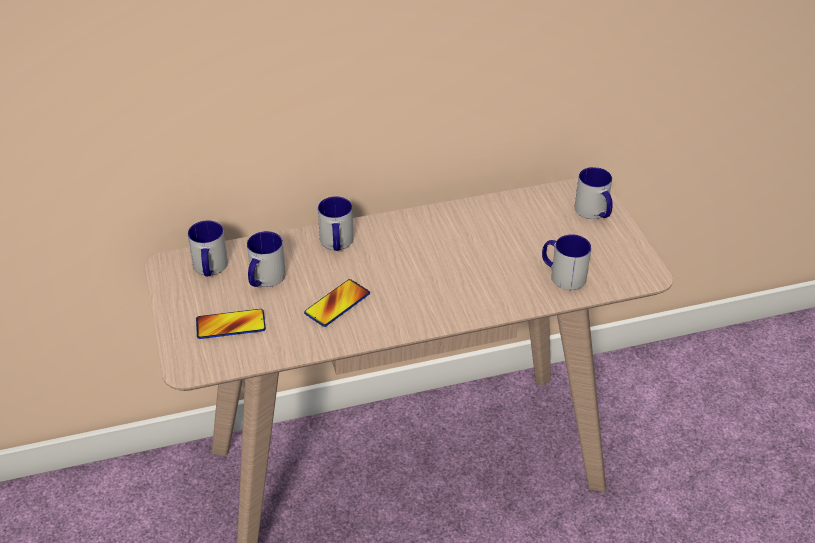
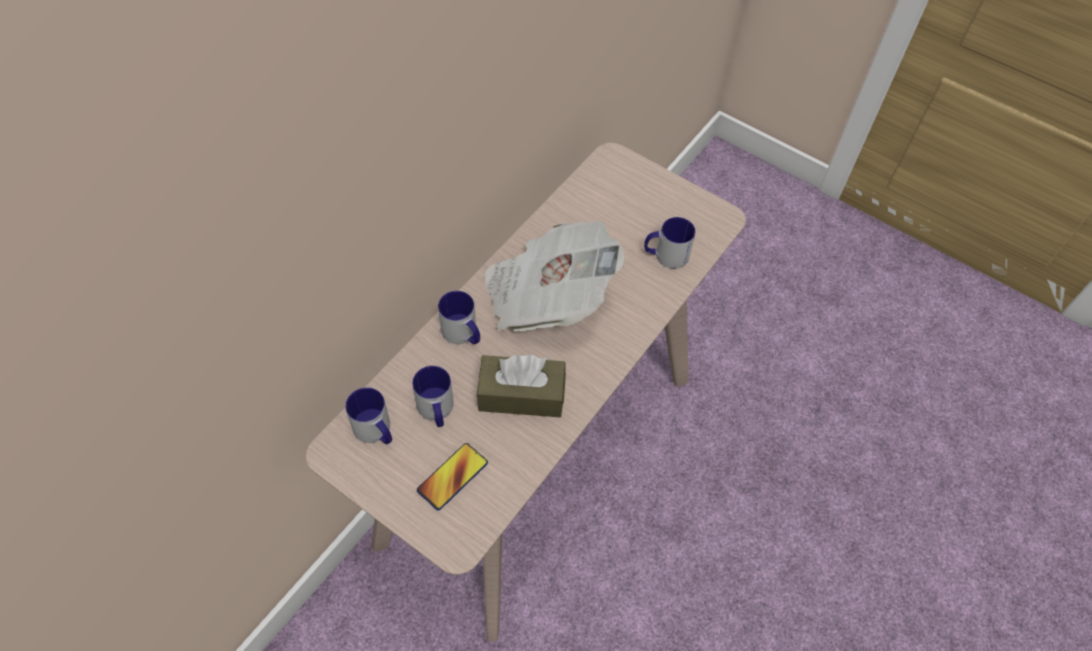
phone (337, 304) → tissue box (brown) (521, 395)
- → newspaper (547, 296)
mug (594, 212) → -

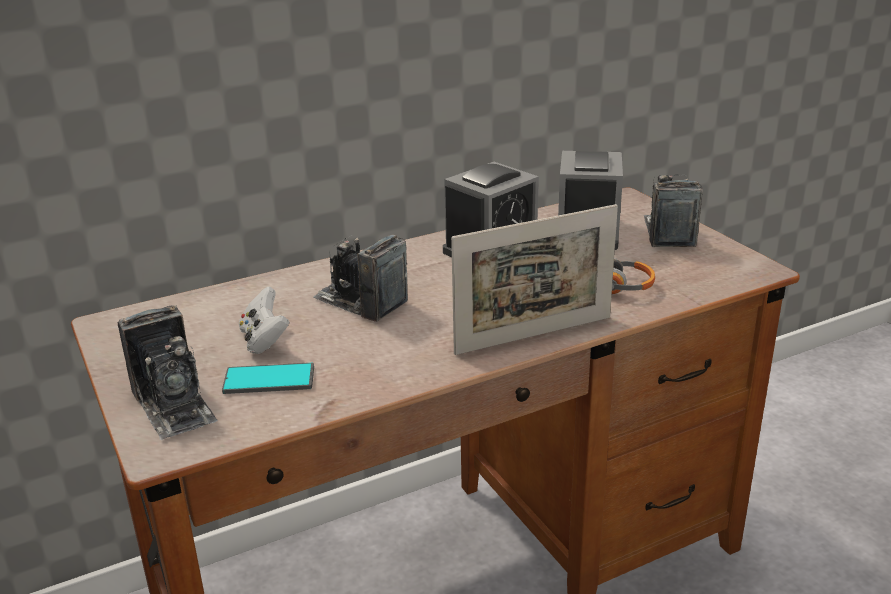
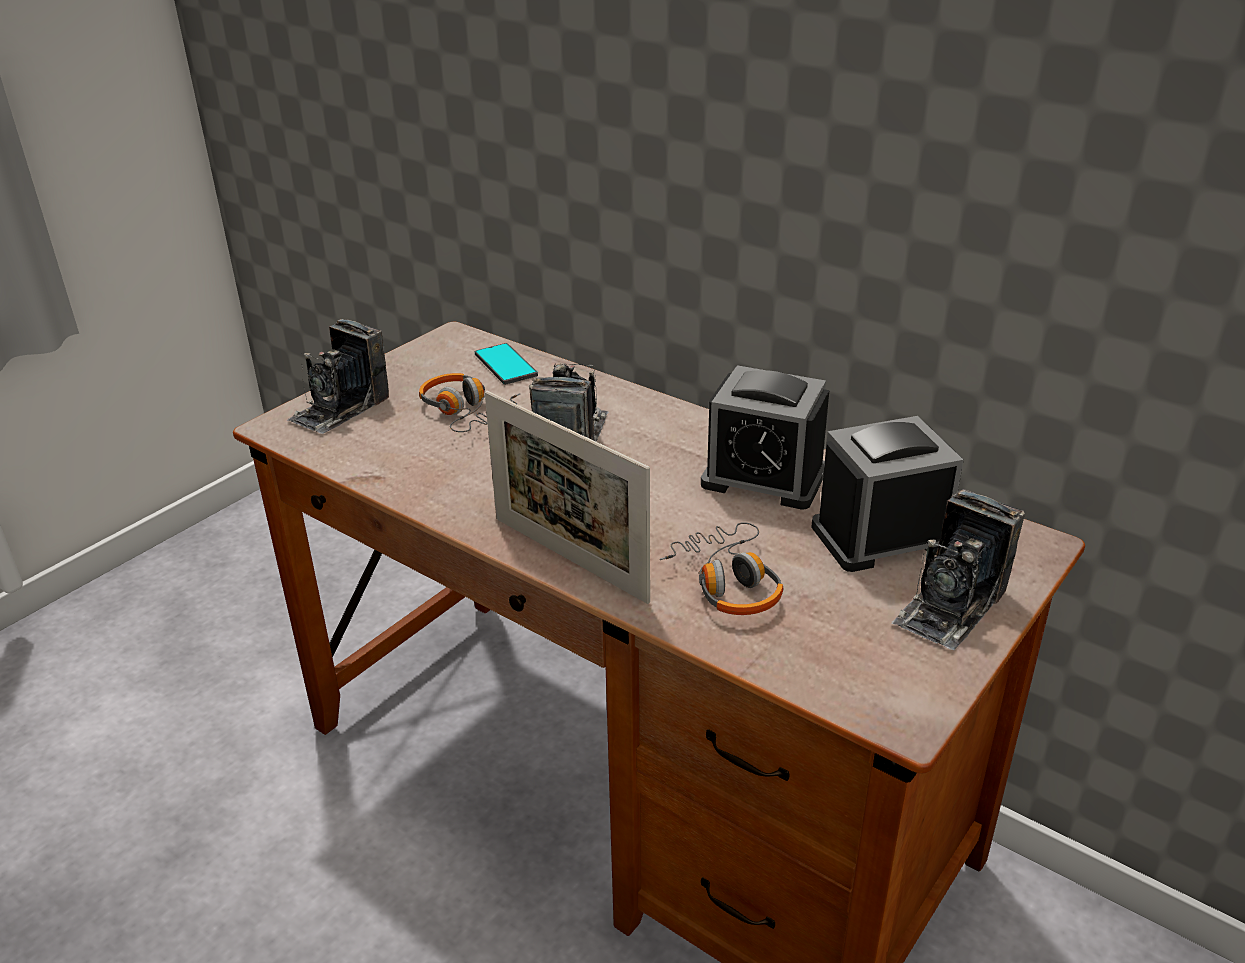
game controller (white) (264, 340) → headphones (465, 412)
phone (269, 379) → phone (506, 365), move
photo camera (668, 232) → photo camera (950, 606), 150 degrees clockwise

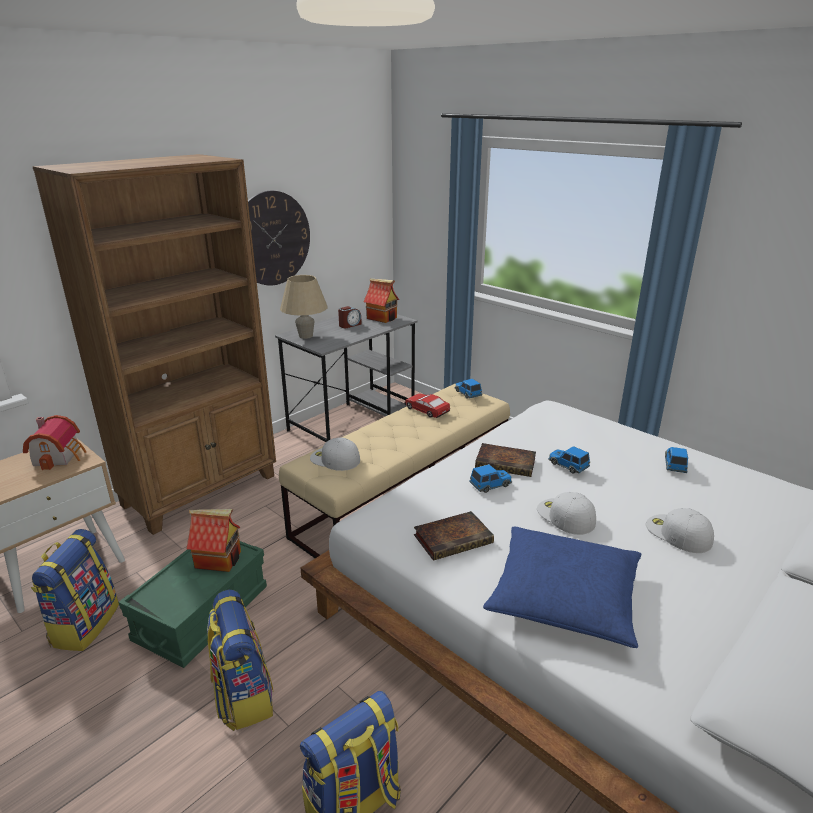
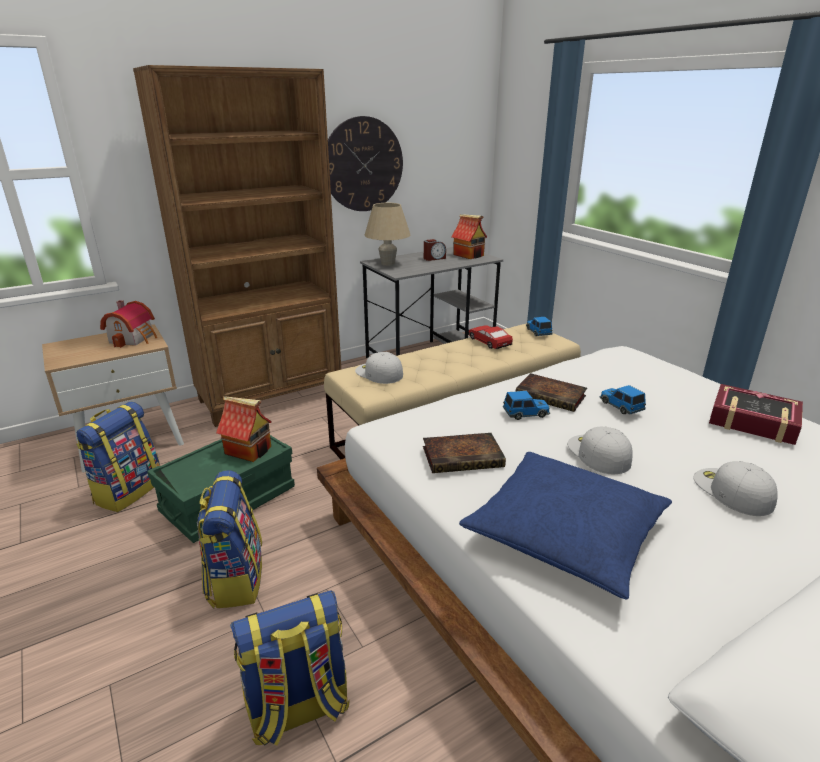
toy car (674, 465) → book (752, 421)

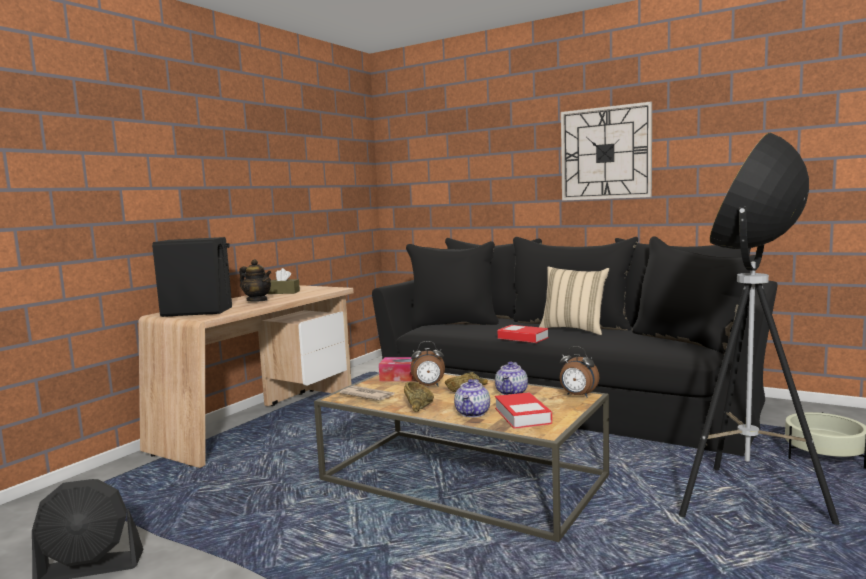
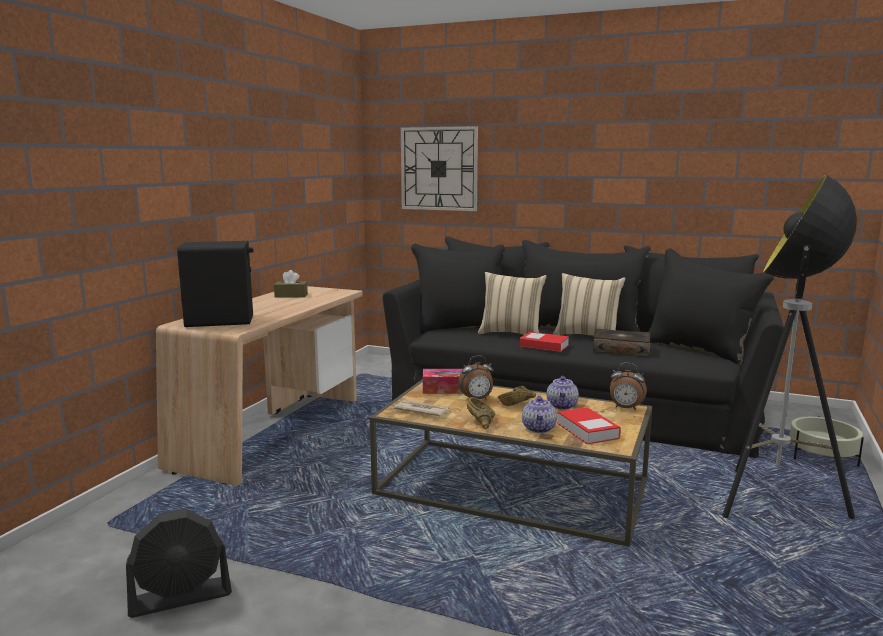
wall clock (605, 153) → wall clock (439, 169), move
- → pillow (beige) (511, 333)
- → book (621, 350)
teapot (257, 300) → -

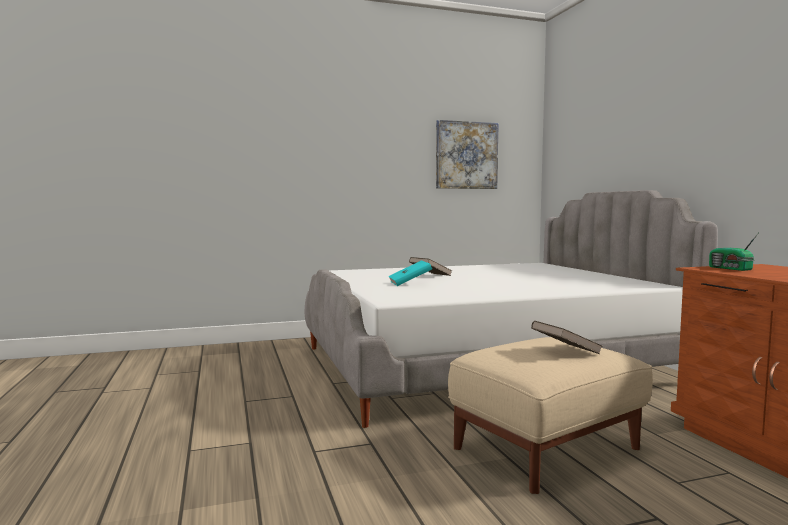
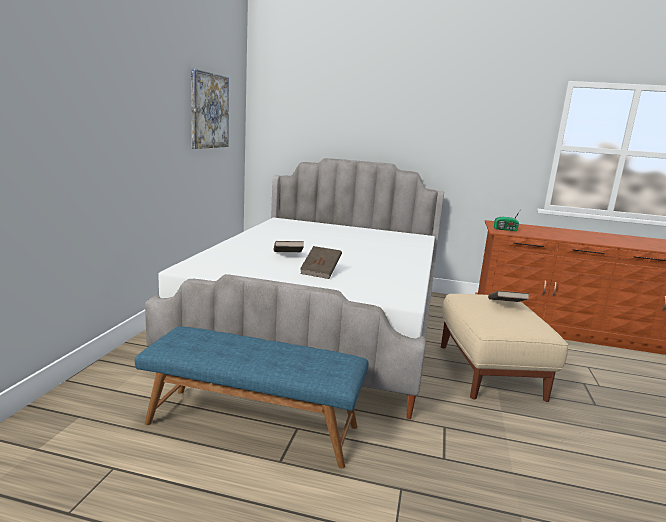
- → bench (blue) (253, 424)
book (turquoise) (409, 283) → book (brown) (320, 272)

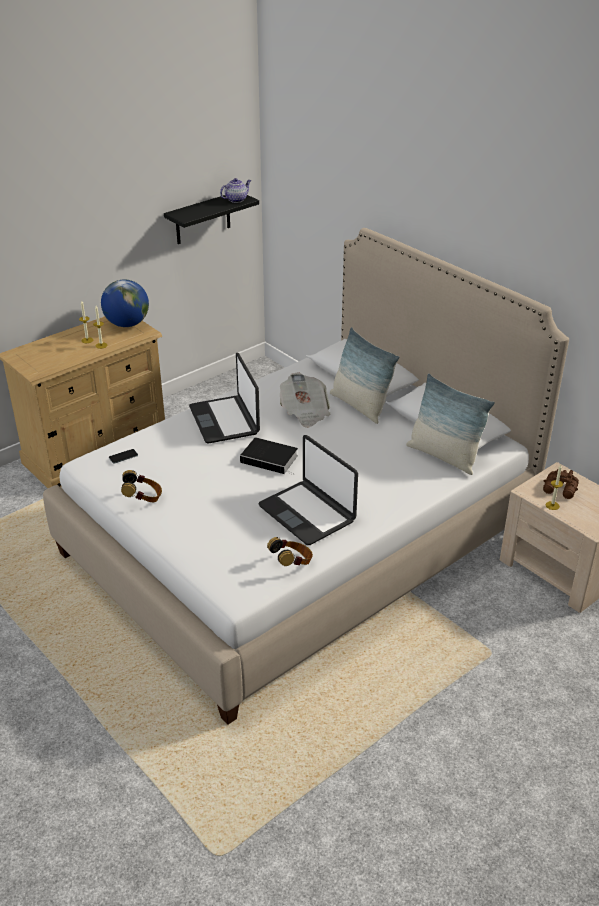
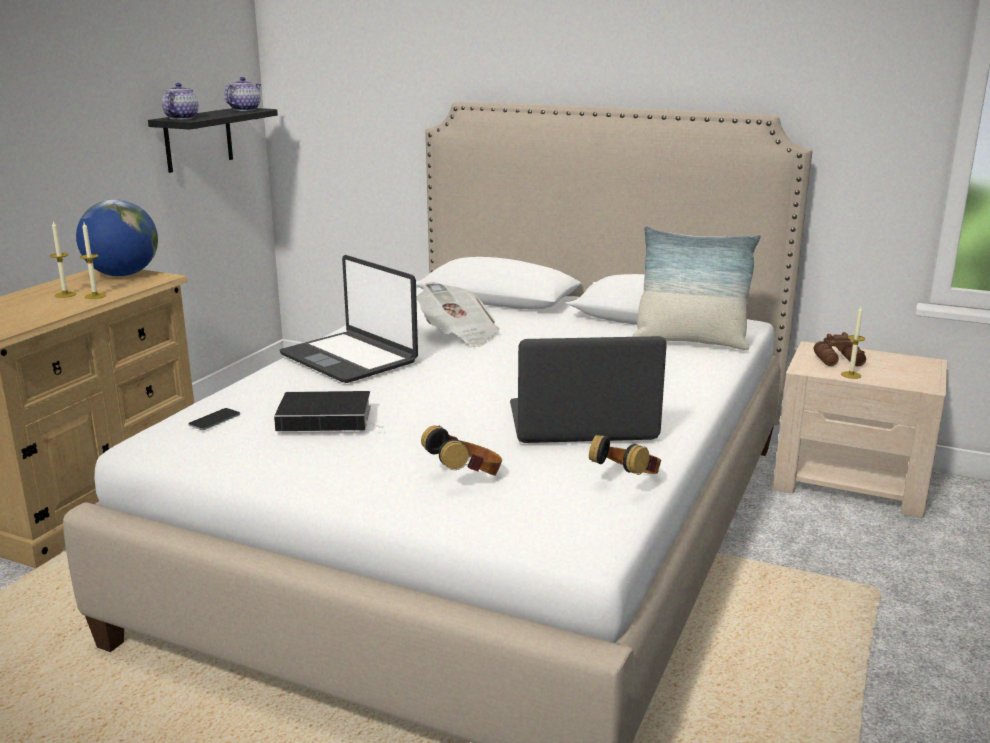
- → teapot (181, 118)
book (271, 459) → book (328, 417), move
headphones (143, 498) → headphones (465, 477), move
laptop (307, 513) → laptop (582, 424), 150 degrees clockwise
pillow (360, 406) → -

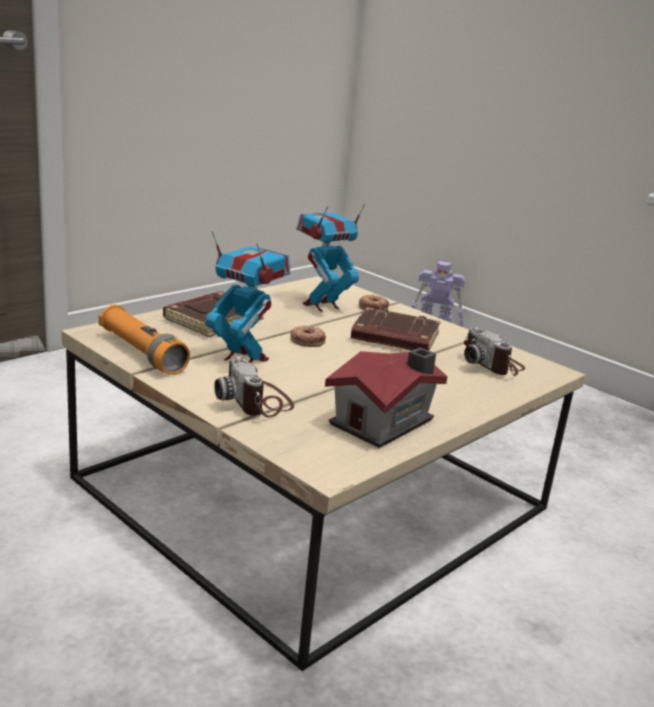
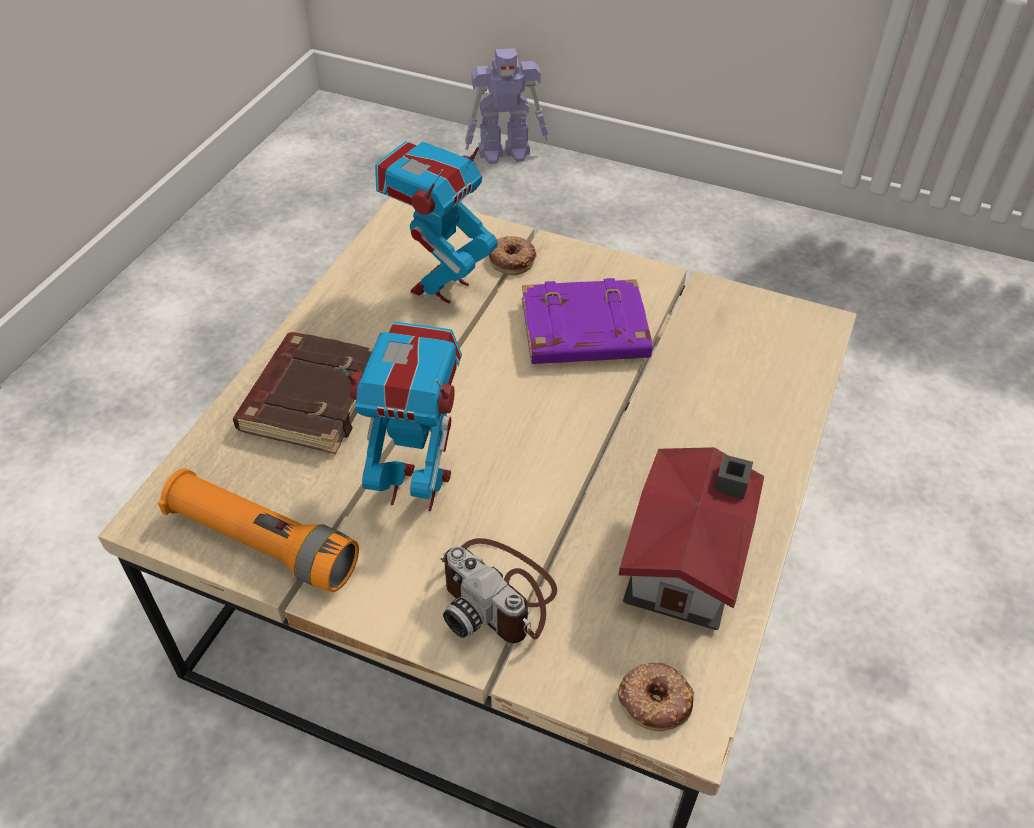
book (brown) (393, 338) → book (purple) (583, 332)
donut (307, 340) → donut (655, 699), move
photo camera (492, 364) → -

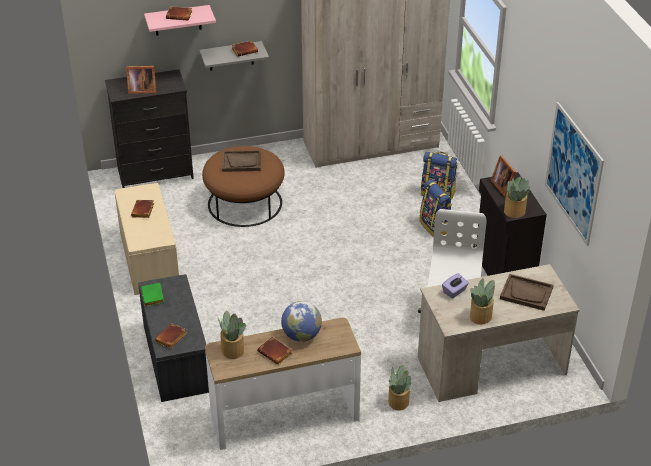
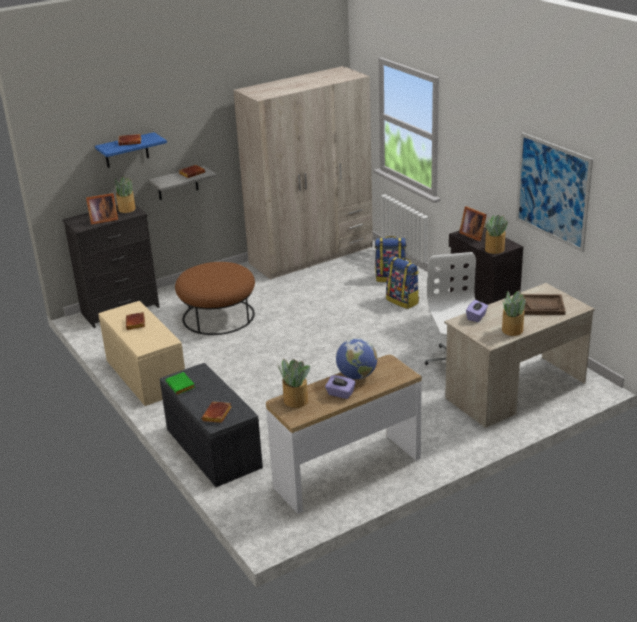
shelf (pink) (177, 20) → shelf (blue) (126, 150)
potted plant (398, 401) → potted plant (127, 209), move
book (brown) (276, 353) → tissue box (purple) (340, 394)
tray (brown) (241, 162) → -

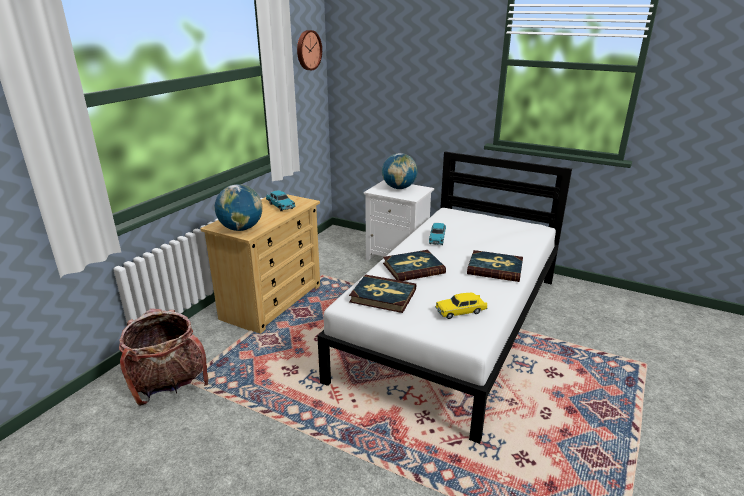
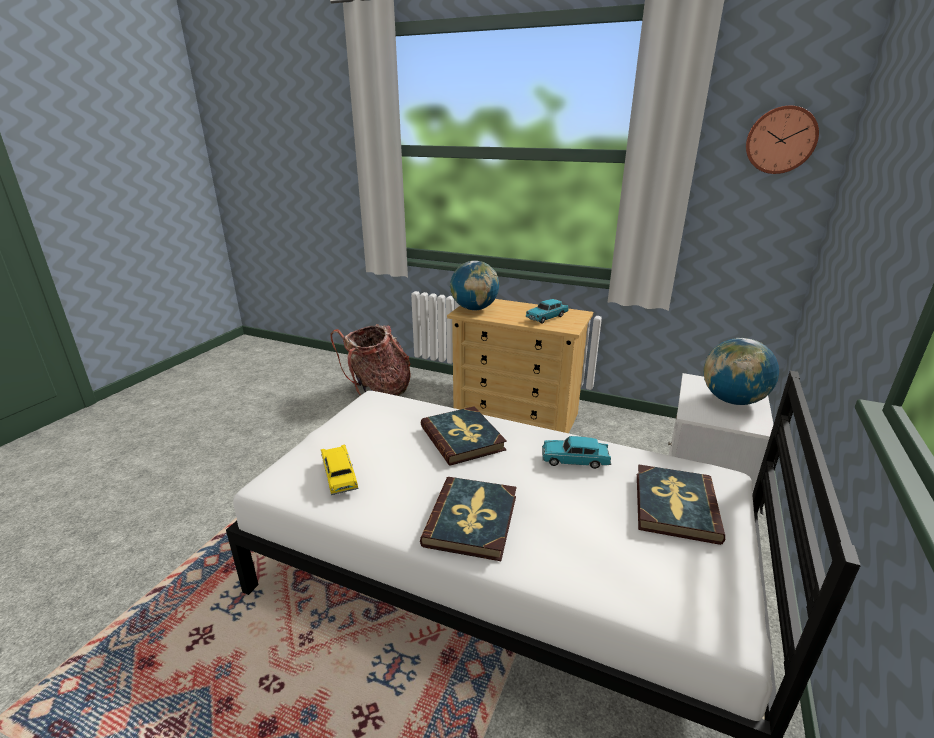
book (383, 296) → book (674, 506), move

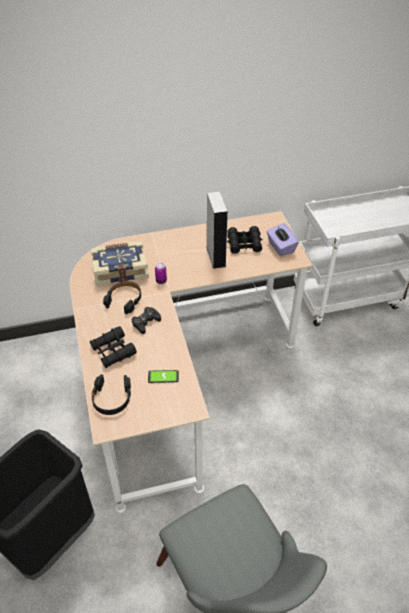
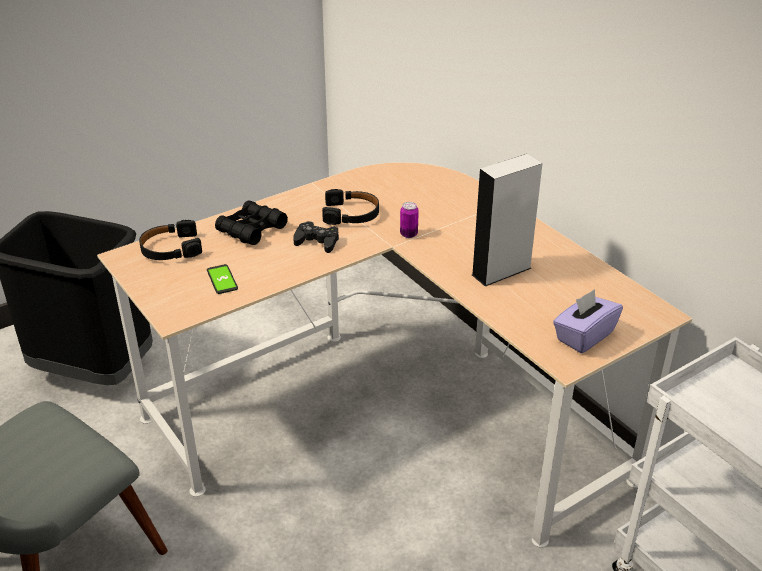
book (120, 269) → -
binoculars (black) (244, 244) → -

